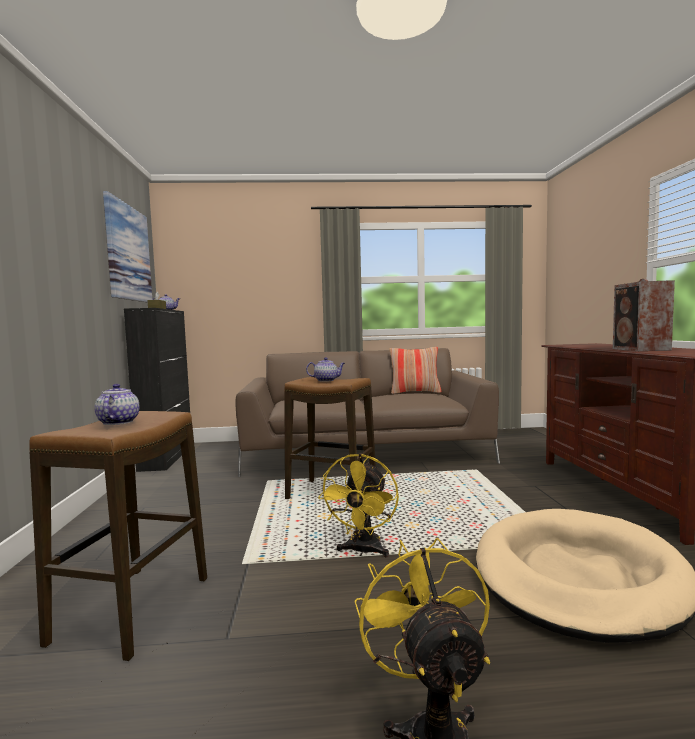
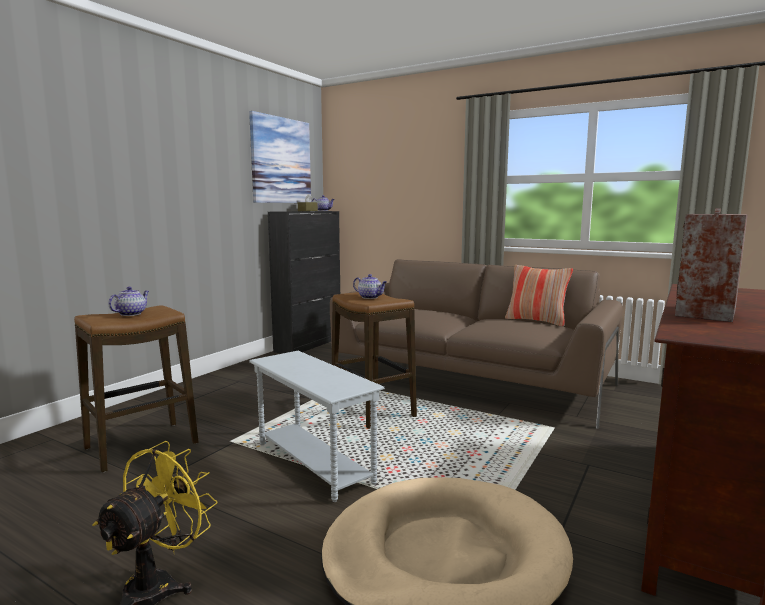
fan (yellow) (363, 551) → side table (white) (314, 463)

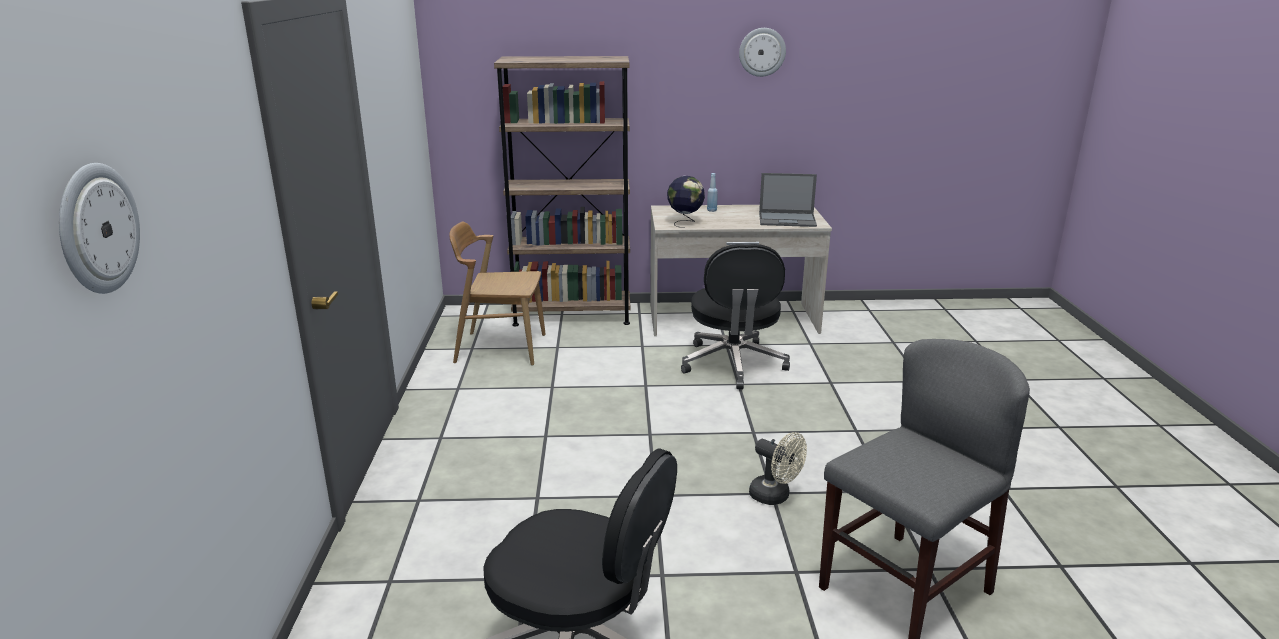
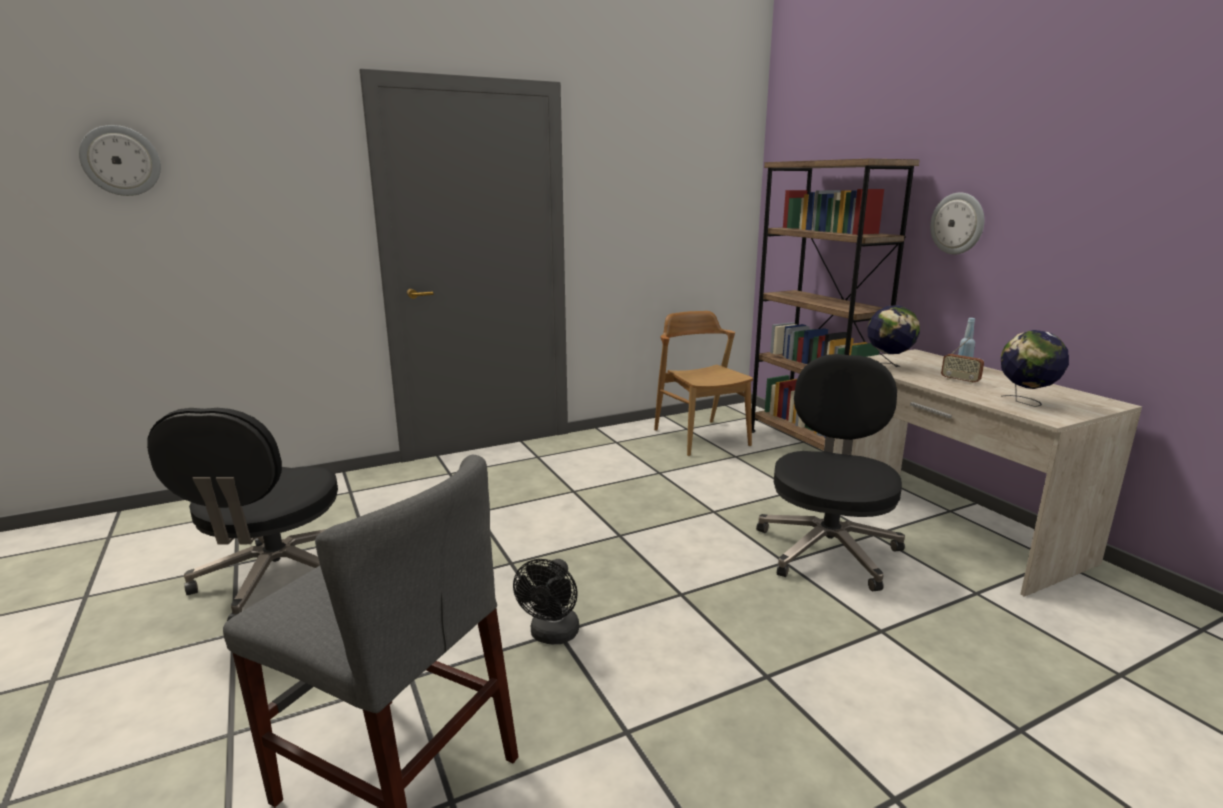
fan (beige) (775, 496) → fan (black) (552, 636)
office chair (black) (733, 365) → office chair (black) (828, 549), 135 degrees clockwise
wall clock (762, 52) → wall clock (957, 223), move
- → radio (960, 381)
laptop (788, 220) → globe (1025, 402)

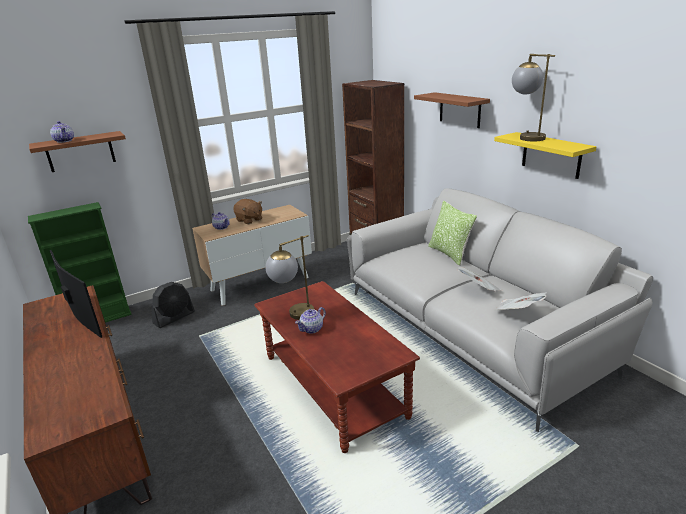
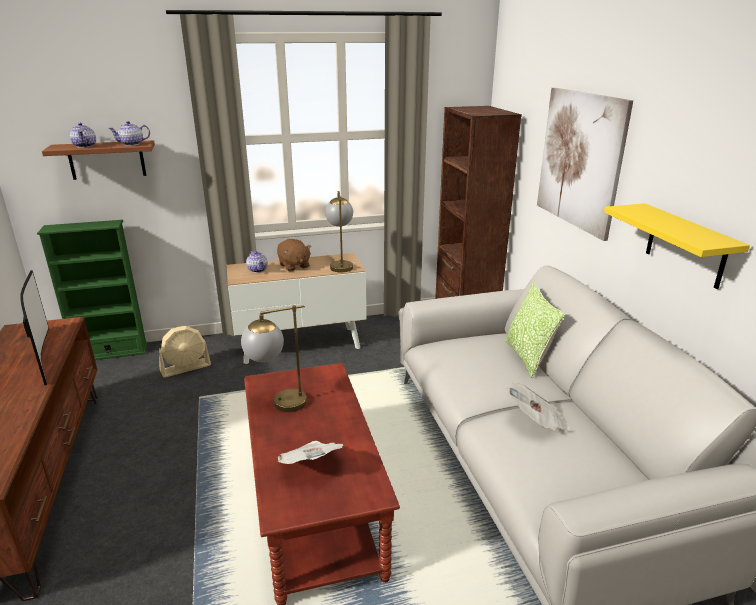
teapot (312, 329) → teapot (132, 144), move
fan (black) (174, 317) → fan (beige) (186, 368)
newspaper (518, 312) → newspaper (311, 465), move
table lamp (525, 137) → table lamp (340, 264), move
shelf (brown) (459, 110) → picture (580, 160)

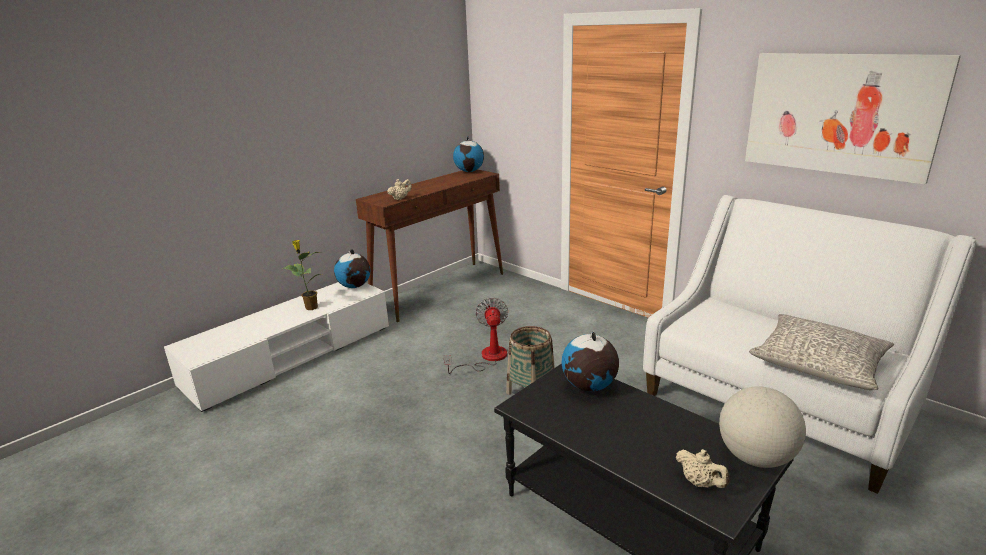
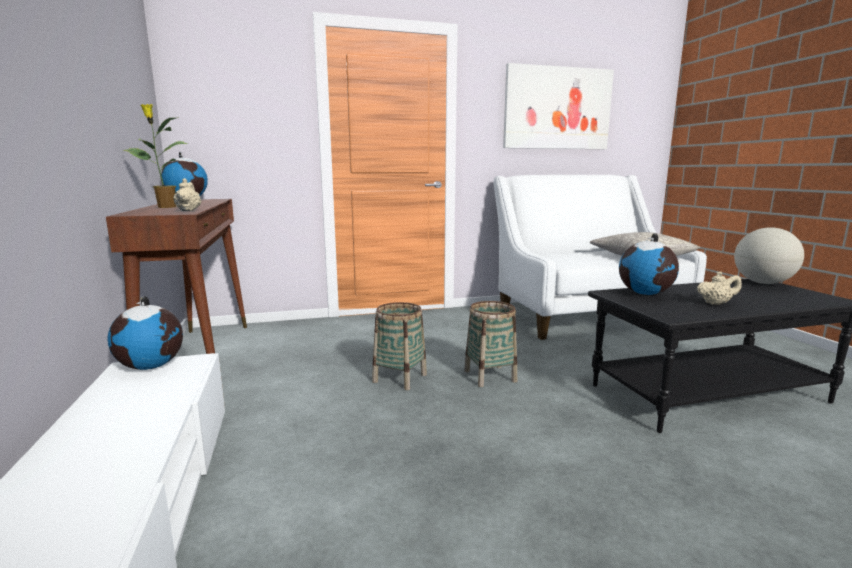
potted plant (310, 307) → potted plant (165, 207), move
fan (486, 358) → basket (400, 378)
teapot (beige) (700, 483) → teapot (beige) (716, 303), move

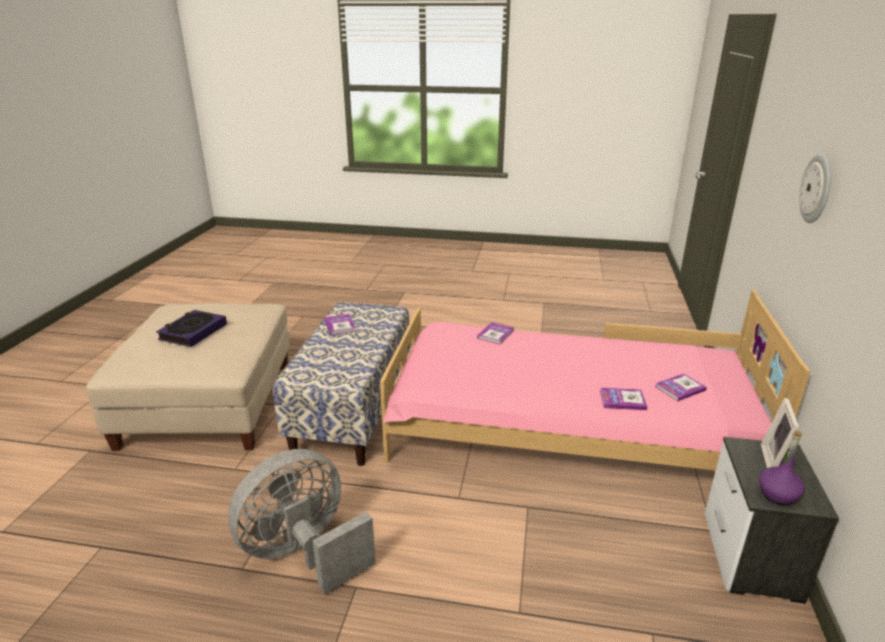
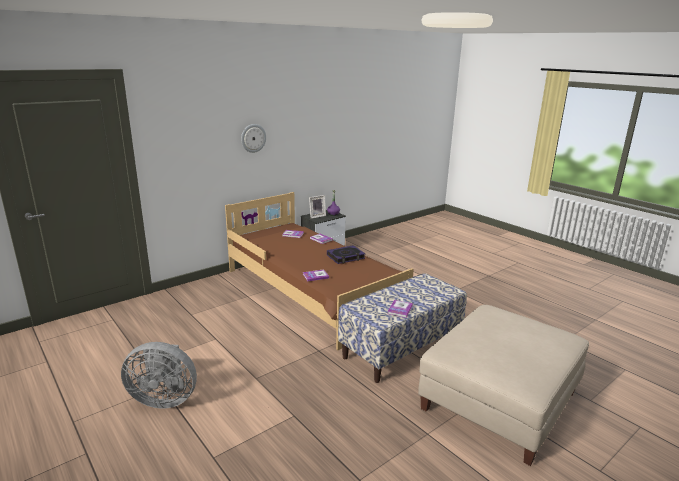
fan (grey) (304, 553) → fan (grey) (164, 398), move
bed (pink) (564, 433) → bed (brown) (313, 292)
book (193, 332) → book (345, 257), move

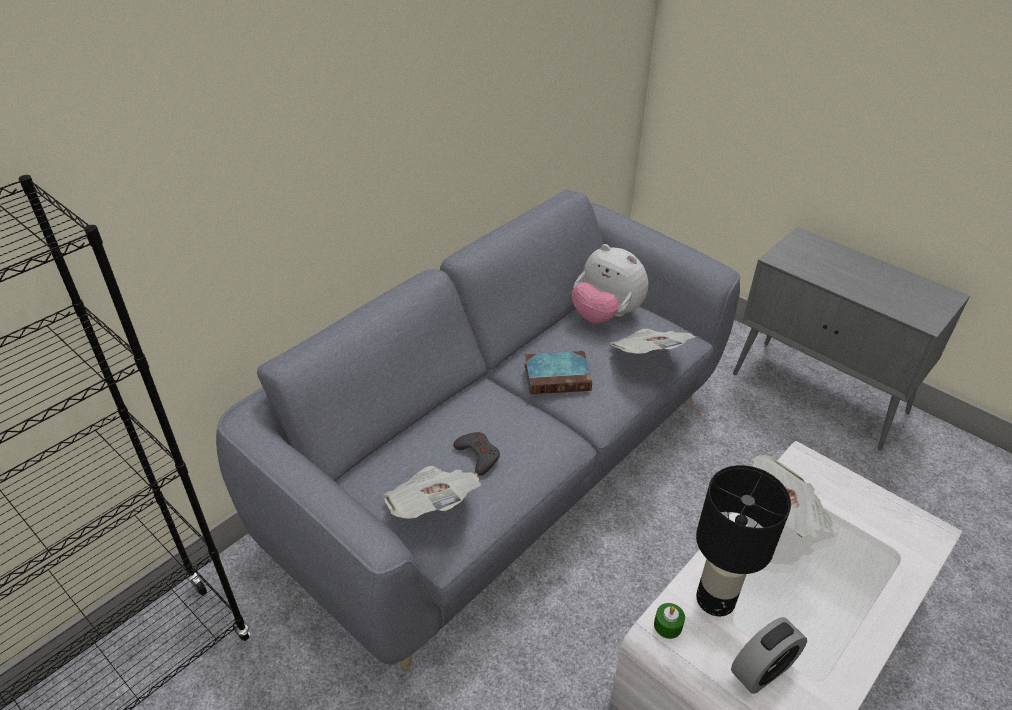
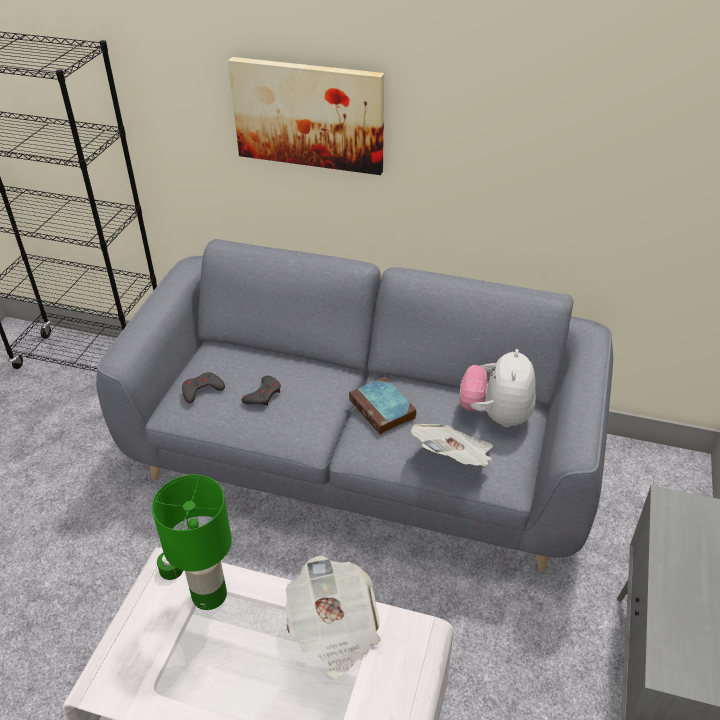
table lamp (black) (716, 599) → table lamp (green) (210, 596)
newspaper (432, 506) → game controller (grey) (202, 390)
- → picture (309, 115)
alarm clock (762, 670) → -

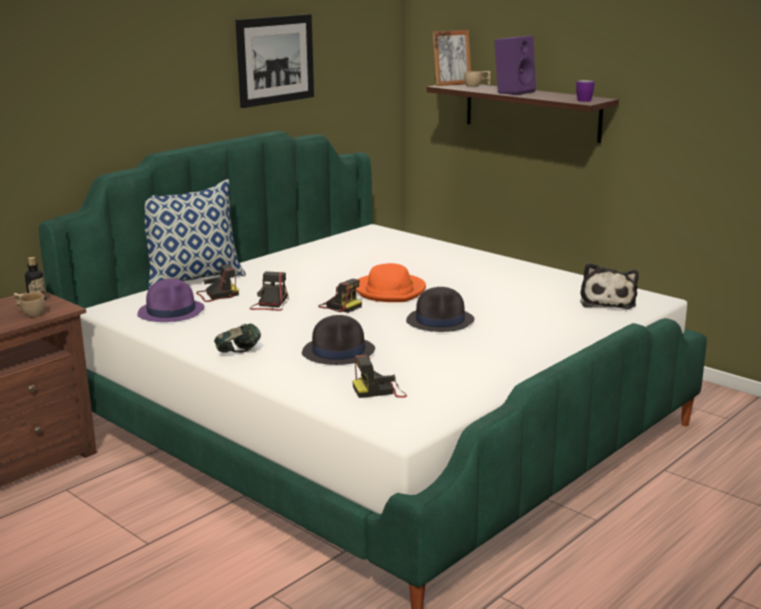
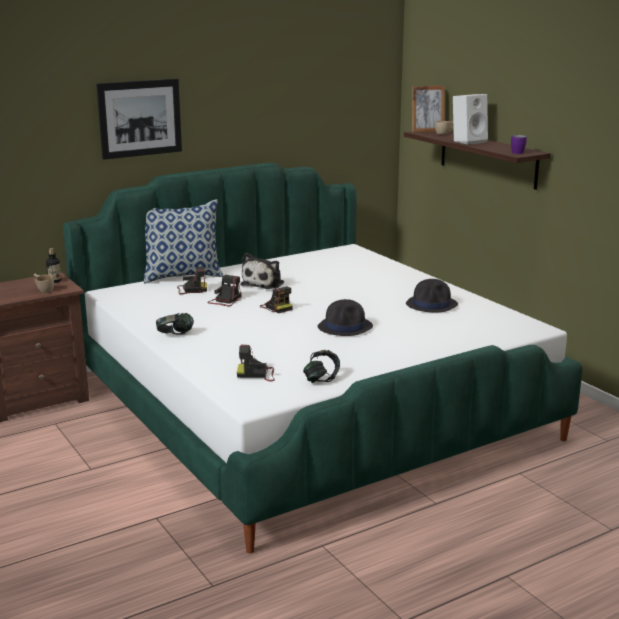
picture (275, 60) → picture (140, 118), move
plush toy (607, 301) → plush toy (264, 283), move
- → headphones (321, 379)
hat (black) (339, 352) → hat (black) (432, 305), move
speaker (purple) (514, 92) → speaker (white) (469, 141)
hat (purple) (171, 312) → -
hat (orange) (390, 291) → -

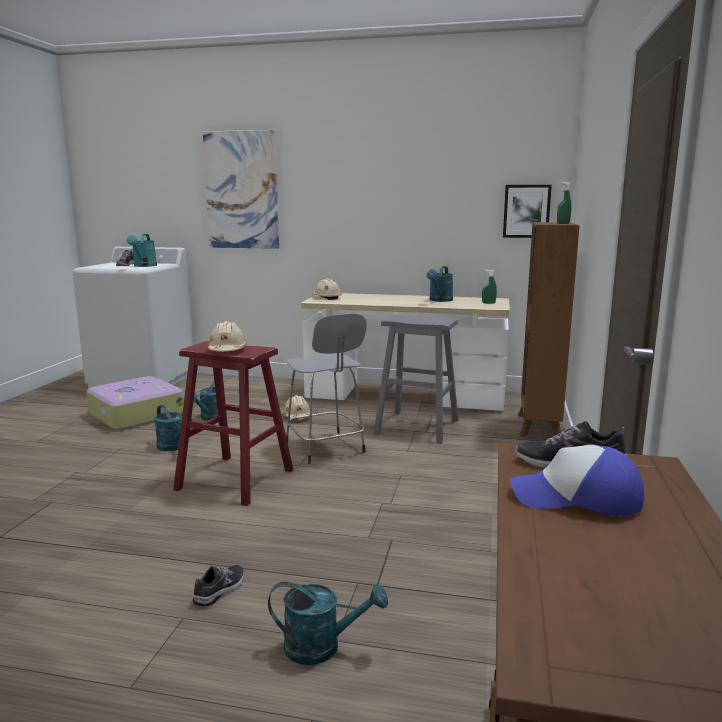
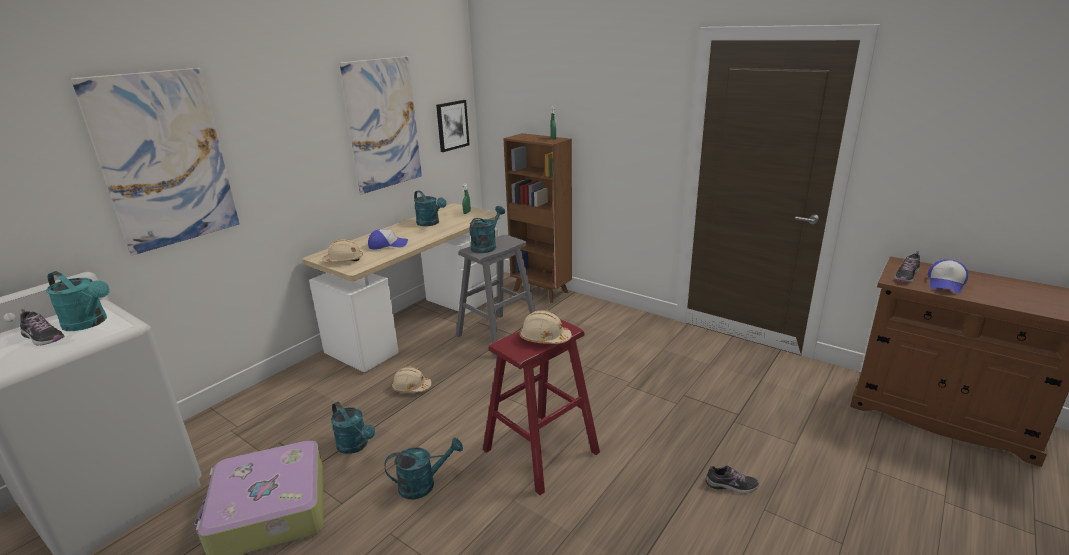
- → picture (383, 124)
- → cap (387, 245)
watering can (turquoise) (322, 647) → watering can (turquoise) (486, 246), move
shoe (220, 590) → shoe (731, 485), 135 degrees clockwise
stool (grey) (326, 448) → -

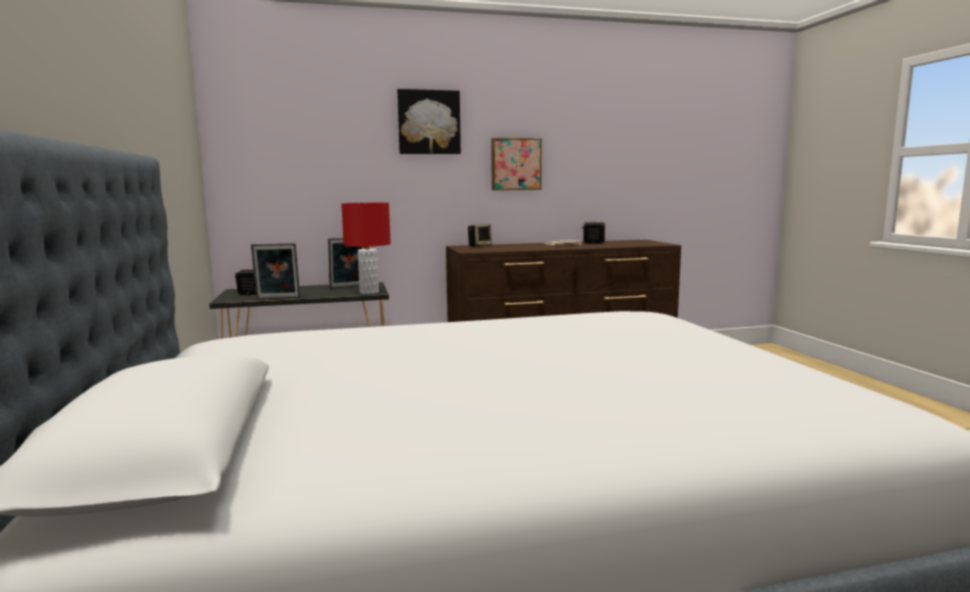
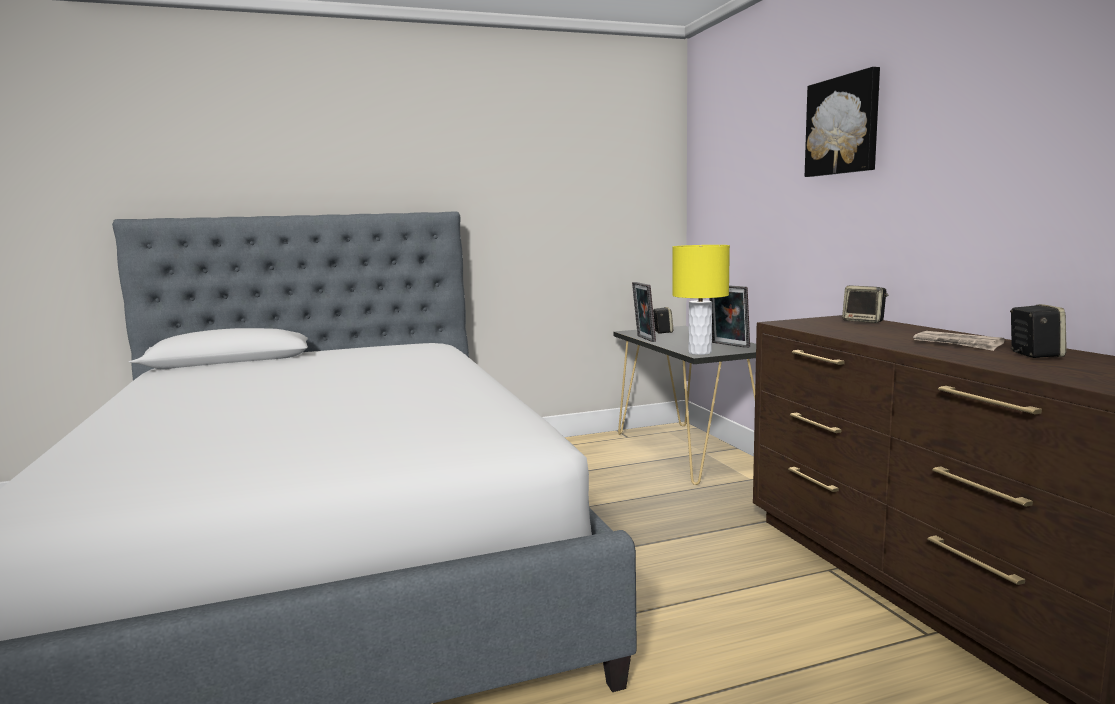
table lamp (red) (369, 292) → table lamp (yellow) (699, 352)
picture (515, 164) → -

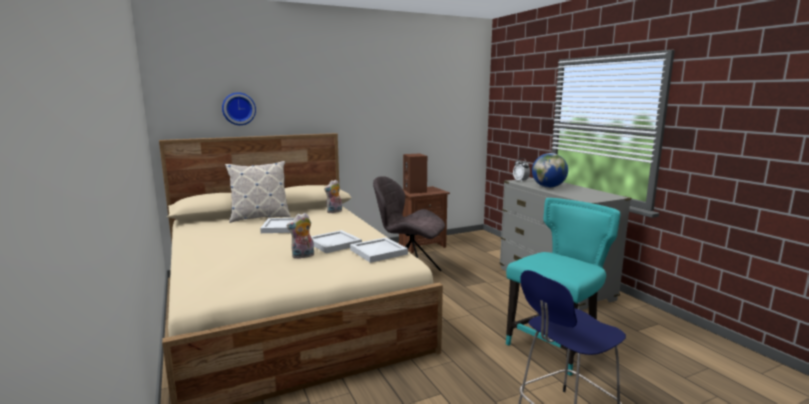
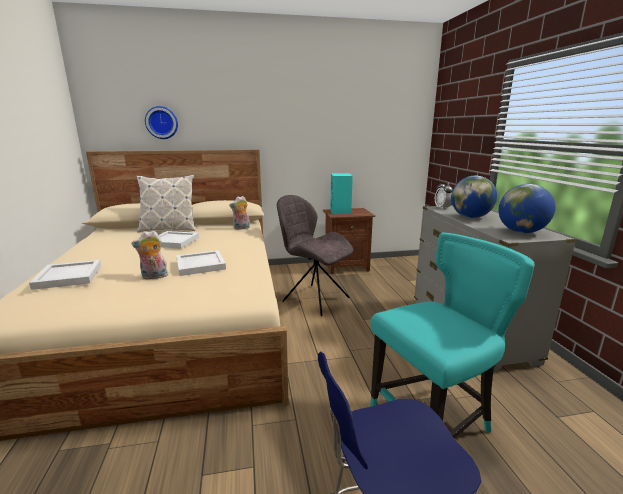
tray (white) (379, 252) → tray (white) (69, 277), move
speaker (brown) (415, 191) → speaker (turquoise) (341, 211)
- → globe (521, 232)

